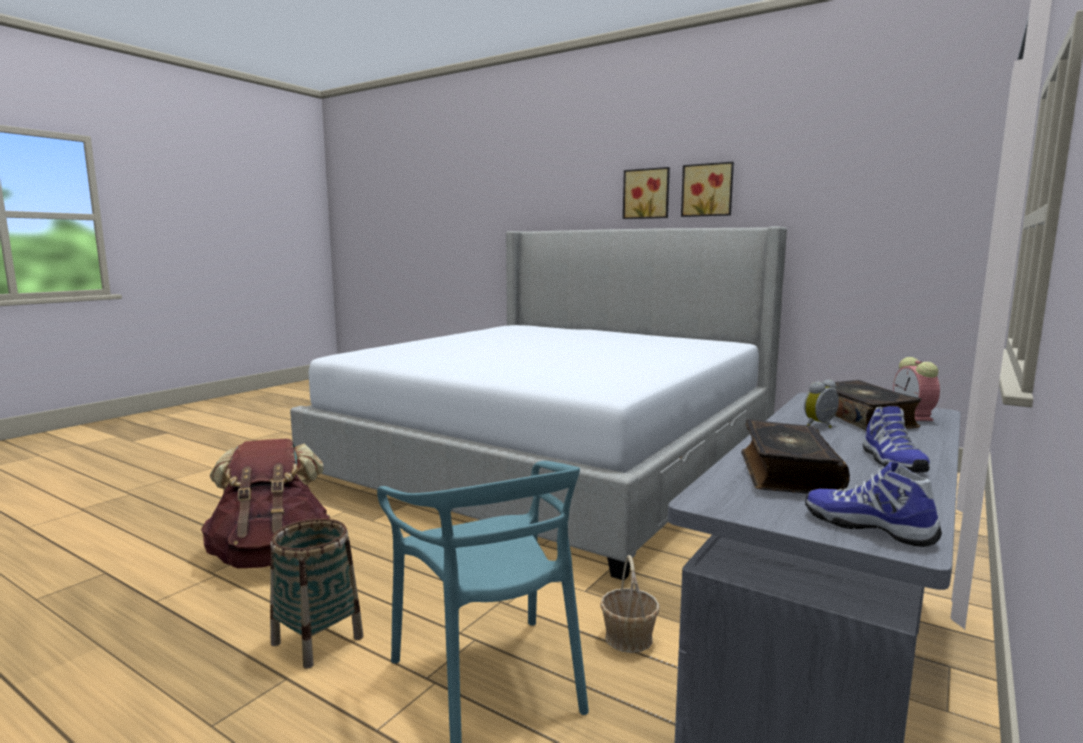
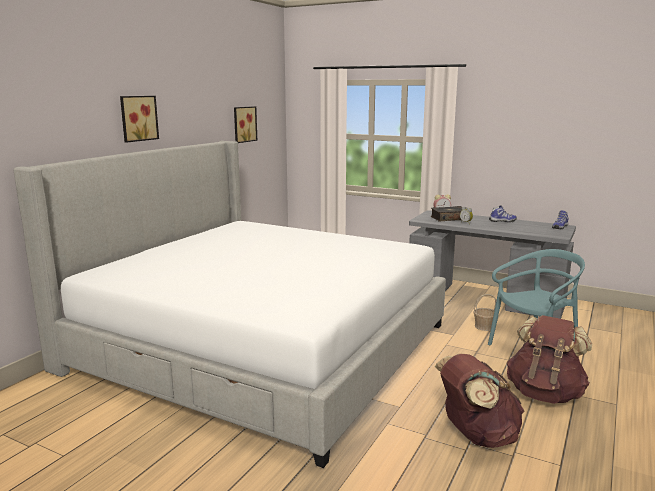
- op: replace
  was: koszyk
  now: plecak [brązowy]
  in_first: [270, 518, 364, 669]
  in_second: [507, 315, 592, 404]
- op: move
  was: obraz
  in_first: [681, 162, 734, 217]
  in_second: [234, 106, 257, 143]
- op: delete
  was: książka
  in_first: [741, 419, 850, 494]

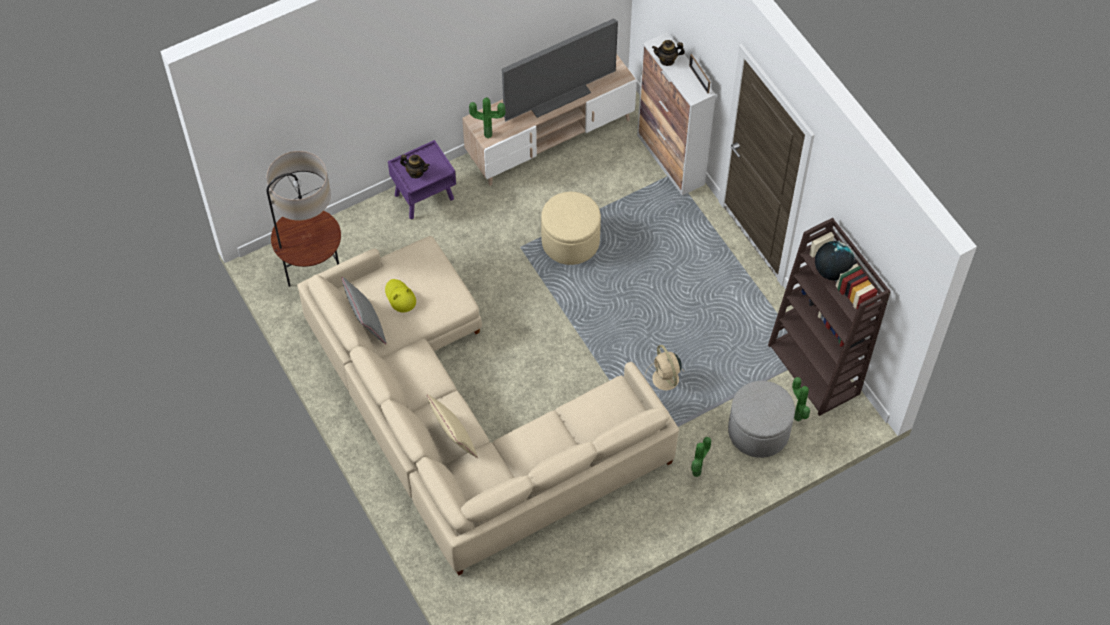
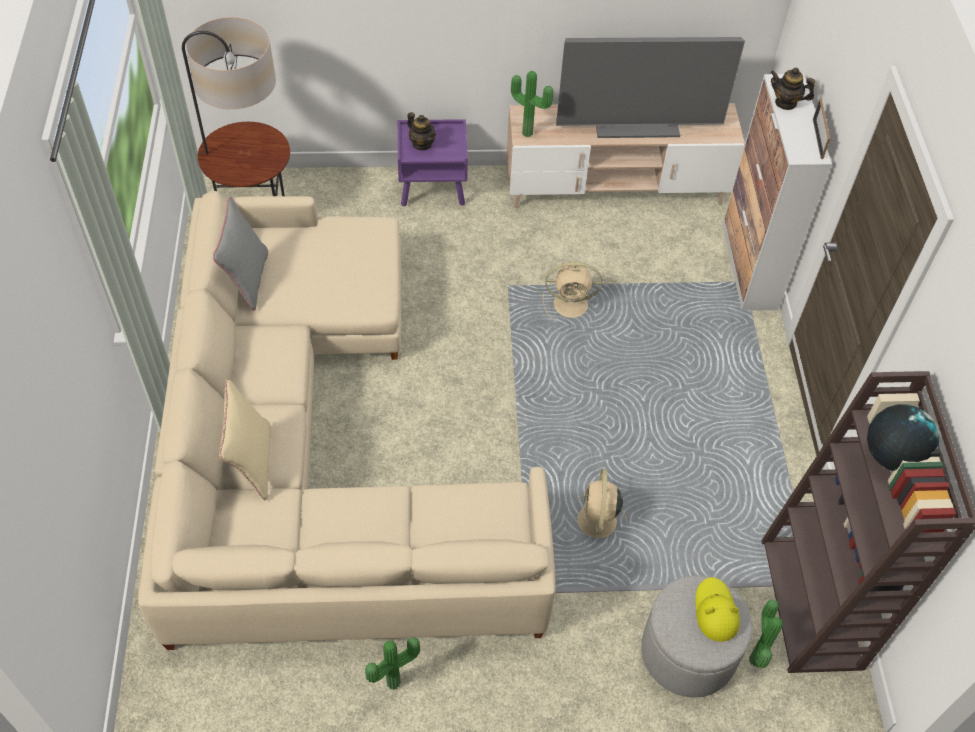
- op: move
  was: kapelusz [żółty]
  in_first: [385, 279, 416, 313]
  in_second: [695, 577, 740, 642]
- op: replace
  was: pufa [beżowy]
  now: wentylator [beżowy]
  in_first: [541, 192, 601, 265]
  in_second: [542, 262, 602, 322]
- op: move
  was: roślina doniczkowa
  in_first: [691, 437, 711, 477]
  in_second: [365, 637, 420, 690]

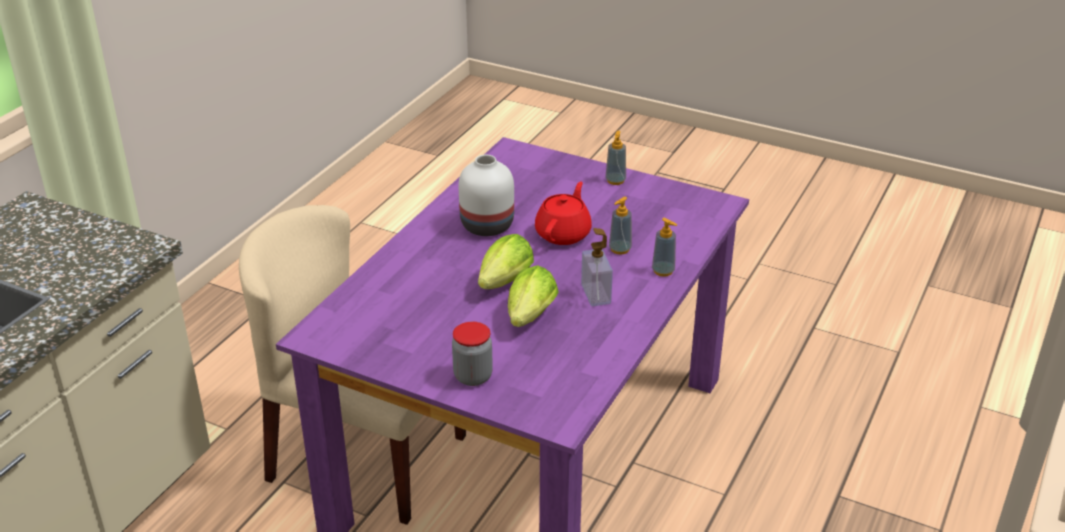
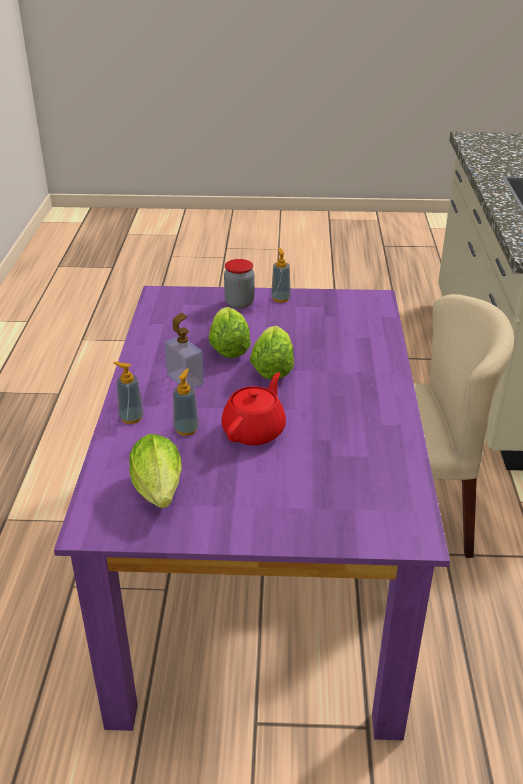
- op: delete
  was: wazon [biały]
  in_first: [459, 155, 514, 236]
- op: rotate
  was: imbryk [czerwony]
  in_first: [535, 181, 592, 245]
  in_second: [221, 372, 286, 445]
  clockwise: -150
- op: move
  was: dozownik mydła
  in_first: [606, 131, 626, 185]
  in_second: [271, 248, 291, 303]
- op: insert
  now: sałata
  in_second: [129, 434, 182, 508]

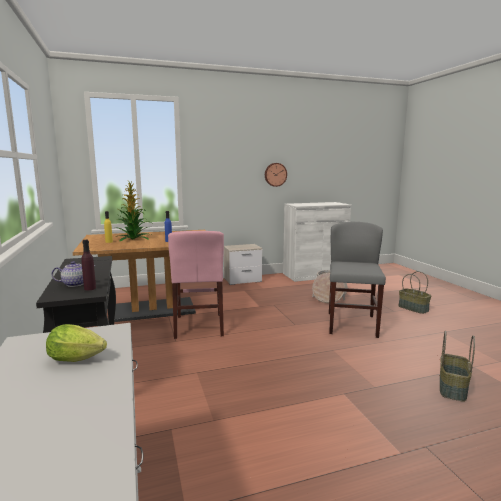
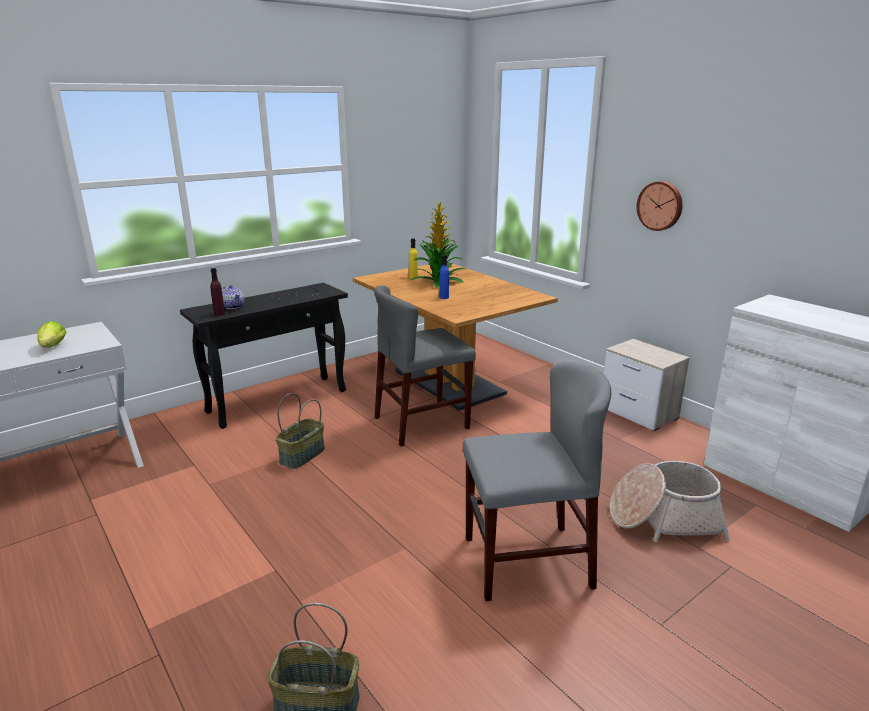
- op: recolor
  was: krzesło [różowy]
  now: krzesło [szary]
  in_first: [168, 231, 224, 339]
  in_second: [374, 286, 476, 447]
- op: move
  was: zegar ścienny
  in_first: [265, 163, 287, 187]
  in_second: [637, 181, 683, 231]
- op: move
  was: koszyk
  in_first: [398, 271, 431, 314]
  in_second: [275, 393, 325, 469]

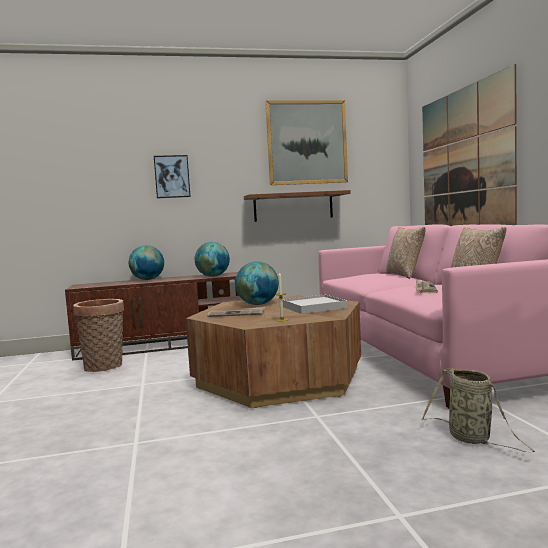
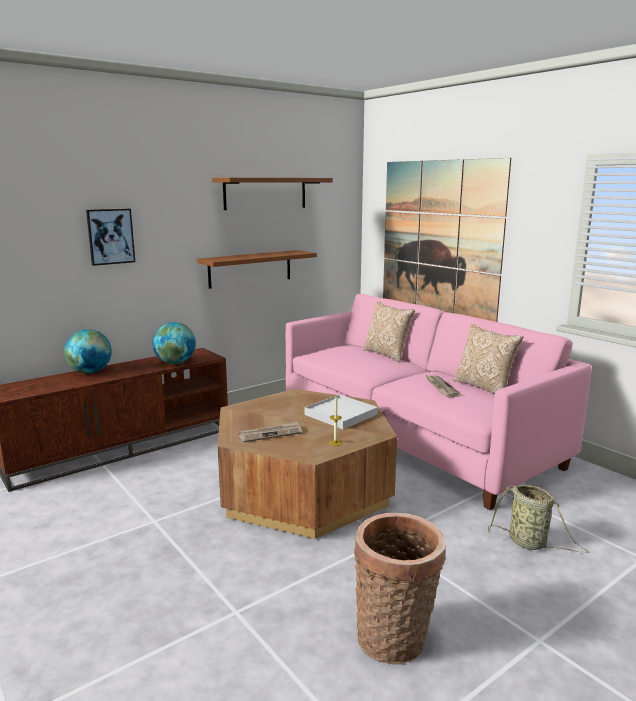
- op: move
  was: koszyk
  in_first: [73, 299, 124, 372]
  in_second: [354, 513, 446, 664]
- op: delete
  was: globus
  in_first: [235, 261, 279, 305]
- op: replace
  was: obraz
  now: półka [brązowy]
  in_first: [265, 100, 348, 185]
  in_second: [212, 178, 333, 210]

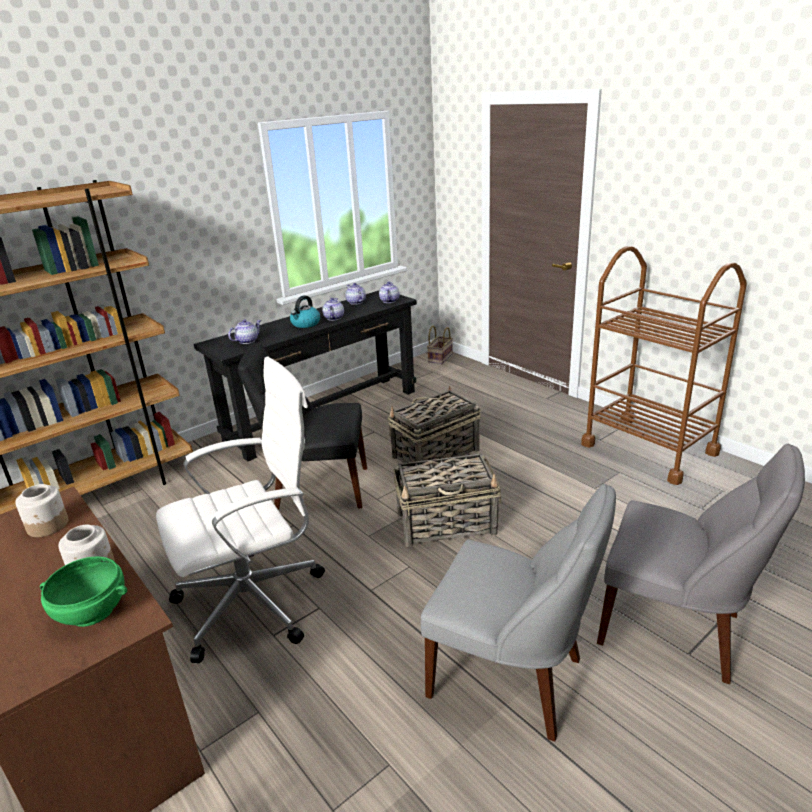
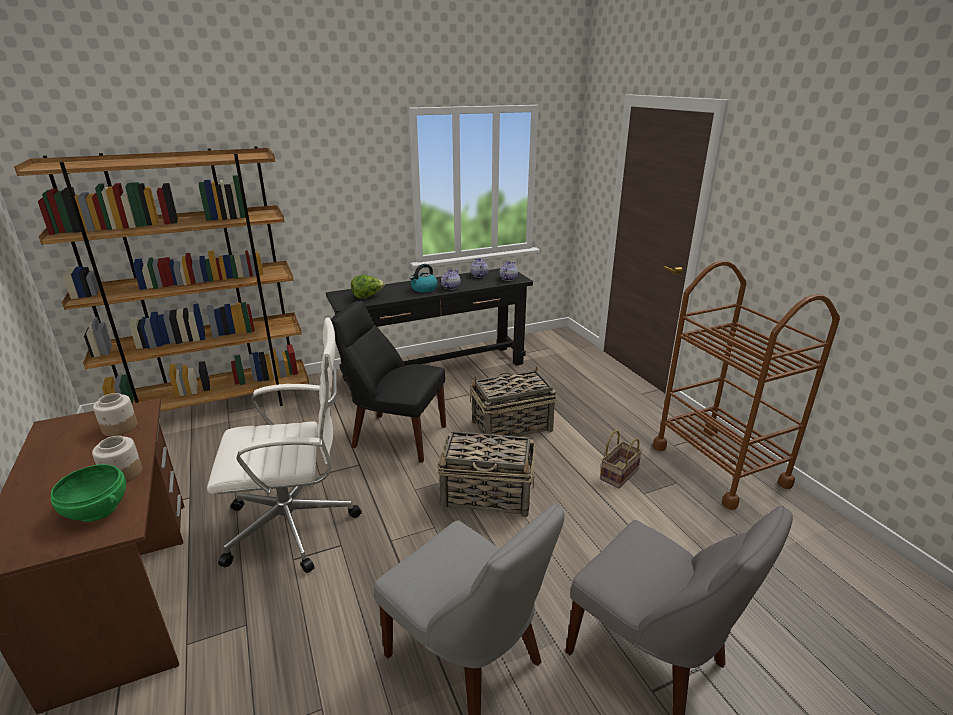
- op: replace
  was: imbryk
  now: sałata
  in_first: [228, 319, 261, 344]
  in_second: [351, 275, 385, 298]
- op: move
  was: koszyk
  in_first: [427, 326, 453, 364]
  in_second: [600, 430, 642, 488]

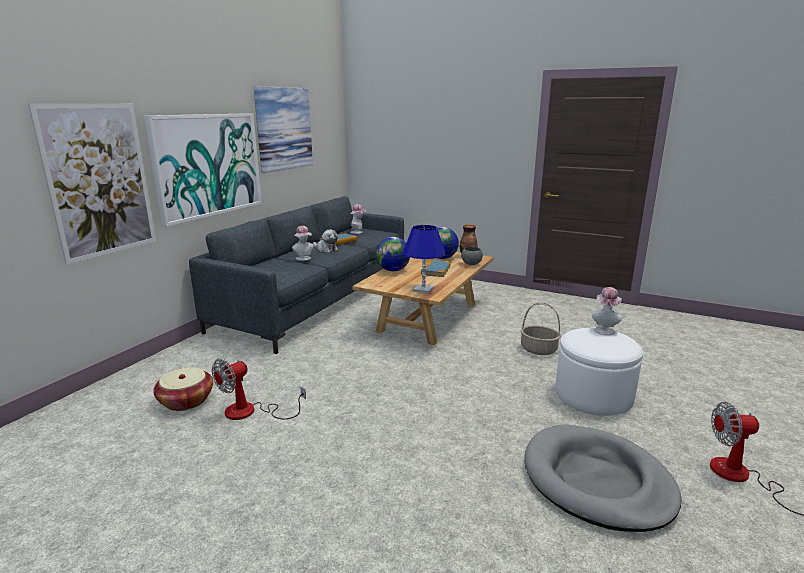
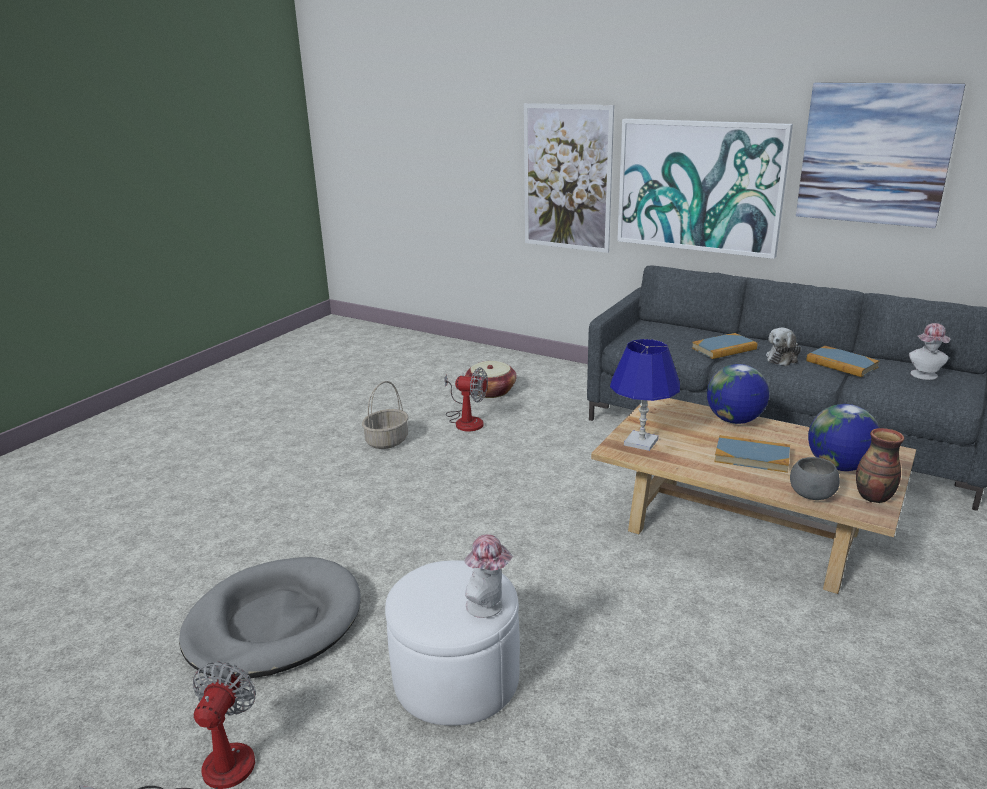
- op: rotate
  was: wentylator
  in_first: [212, 358, 306, 420]
  in_second: [444, 367, 488, 431]
  clockwise: 150
- op: replace
  was: kapelusz
  now: książka
  in_first: [292, 226, 314, 261]
  in_second: [692, 333, 757, 359]
- op: move
  was: koszyk
  in_first: [521, 302, 561, 355]
  in_second: [362, 381, 409, 449]

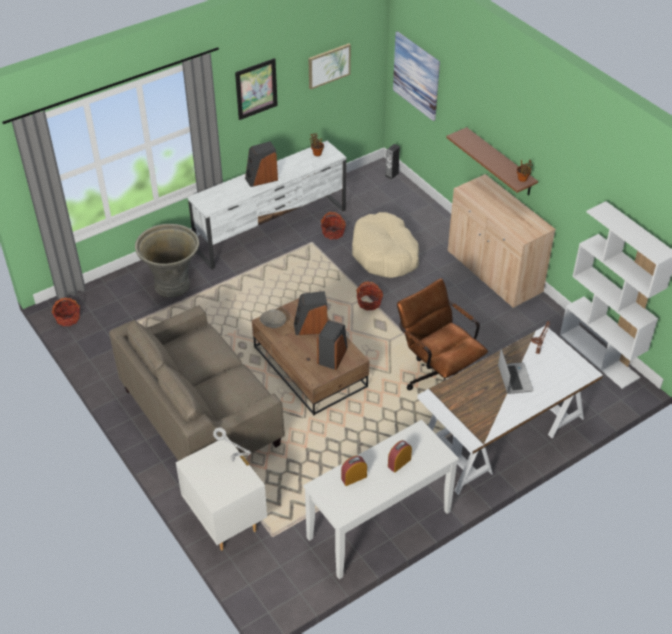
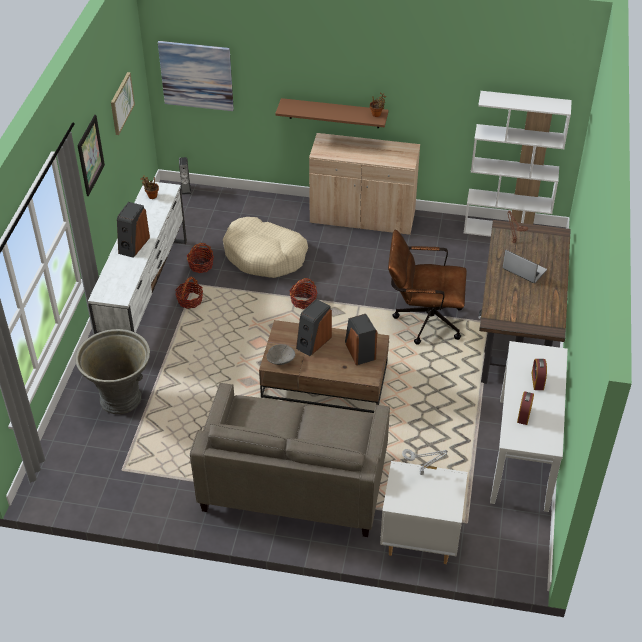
- op: move
  was: koszyk
  in_first: [52, 297, 80, 326]
  in_second: [175, 277, 203, 309]
- op: recolor
  was: biurko [biały]
  now: biurko [brązowy]
  in_first: [417, 325, 603, 495]
  in_second: [478, 220, 571, 384]

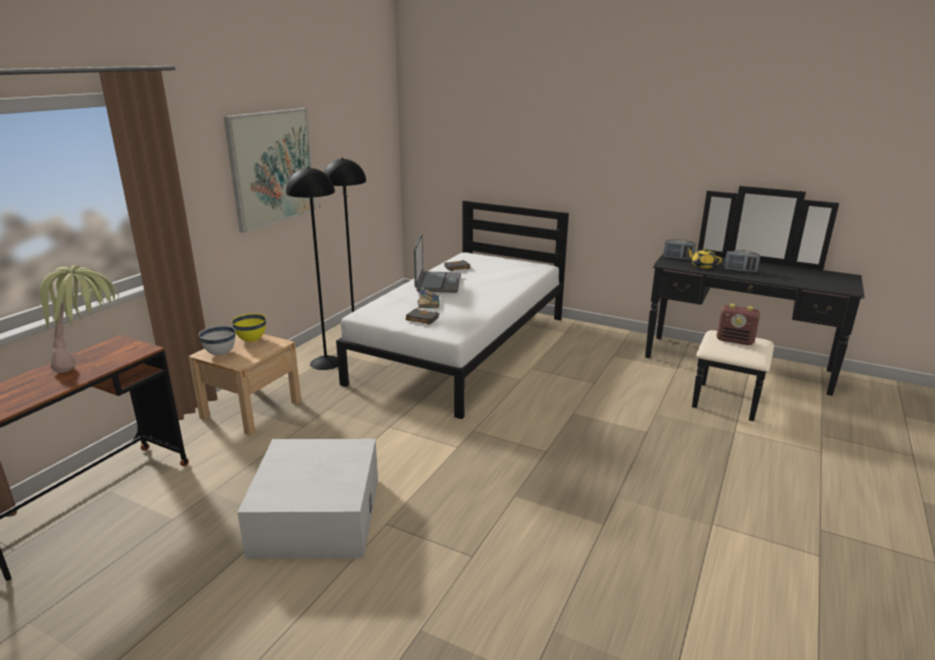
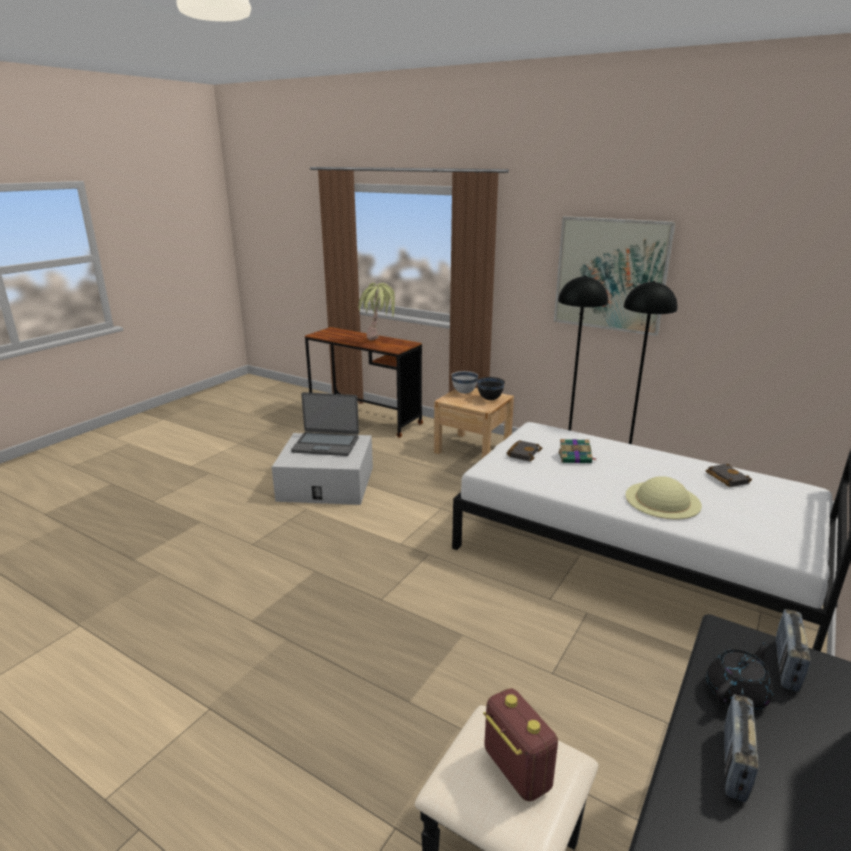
- op: recolor
  was: miska [żółty]
  now: miska [czarny]
  in_first: [231, 313, 266, 342]
  in_second: [477, 377, 505, 400]
- op: move
  was: laptop
  in_first: [414, 234, 461, 293]
  in_second: [291, 392, 359, 456]
- op: recolor
  was: imbryk [żółty]
  now: imbryk [czarny]
  in_first: [687, 248, 722, 269]
  in_second: [706, 642, 773, 711]
- op: rotate
  was: radio
  in_first: [717, 304, 760, 345]
  in_second: [483, 688, 558, 801]
  clockwise: 120
- op: insert
  now: kapelusz [beżowy]
  in_second: [625, 476, 702, 520]

